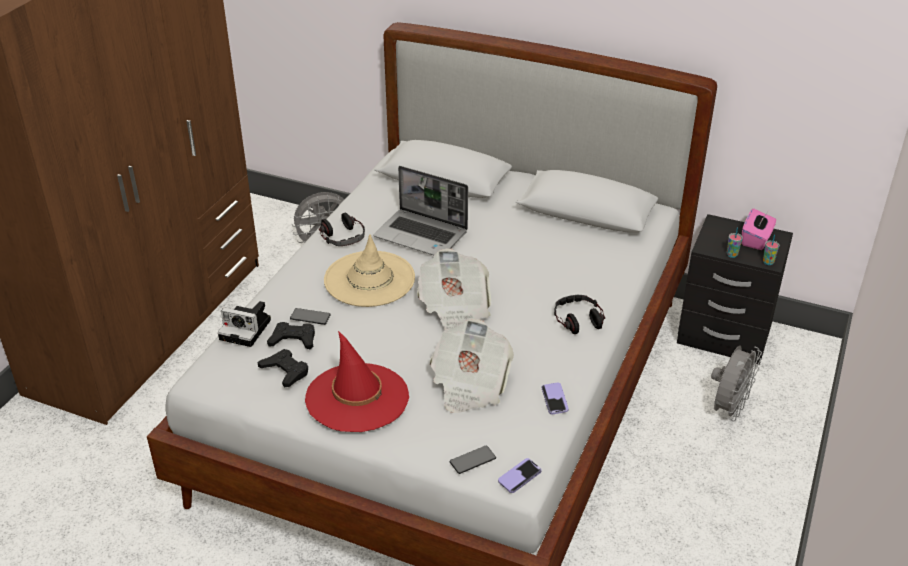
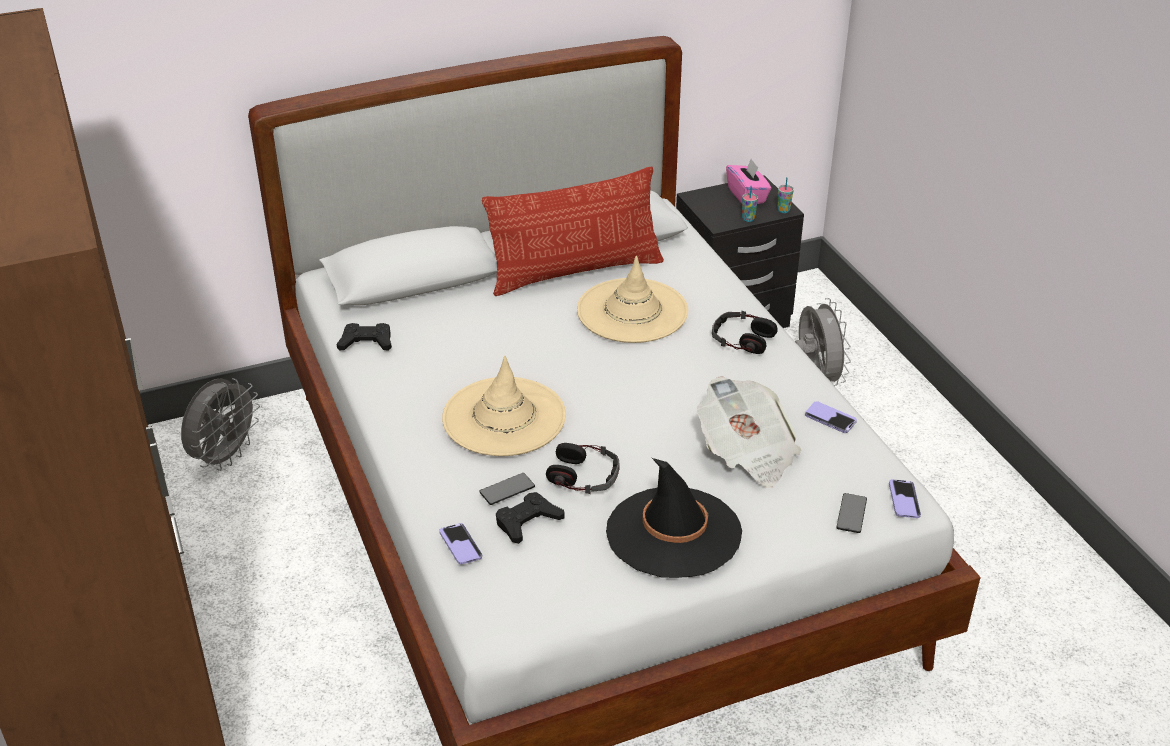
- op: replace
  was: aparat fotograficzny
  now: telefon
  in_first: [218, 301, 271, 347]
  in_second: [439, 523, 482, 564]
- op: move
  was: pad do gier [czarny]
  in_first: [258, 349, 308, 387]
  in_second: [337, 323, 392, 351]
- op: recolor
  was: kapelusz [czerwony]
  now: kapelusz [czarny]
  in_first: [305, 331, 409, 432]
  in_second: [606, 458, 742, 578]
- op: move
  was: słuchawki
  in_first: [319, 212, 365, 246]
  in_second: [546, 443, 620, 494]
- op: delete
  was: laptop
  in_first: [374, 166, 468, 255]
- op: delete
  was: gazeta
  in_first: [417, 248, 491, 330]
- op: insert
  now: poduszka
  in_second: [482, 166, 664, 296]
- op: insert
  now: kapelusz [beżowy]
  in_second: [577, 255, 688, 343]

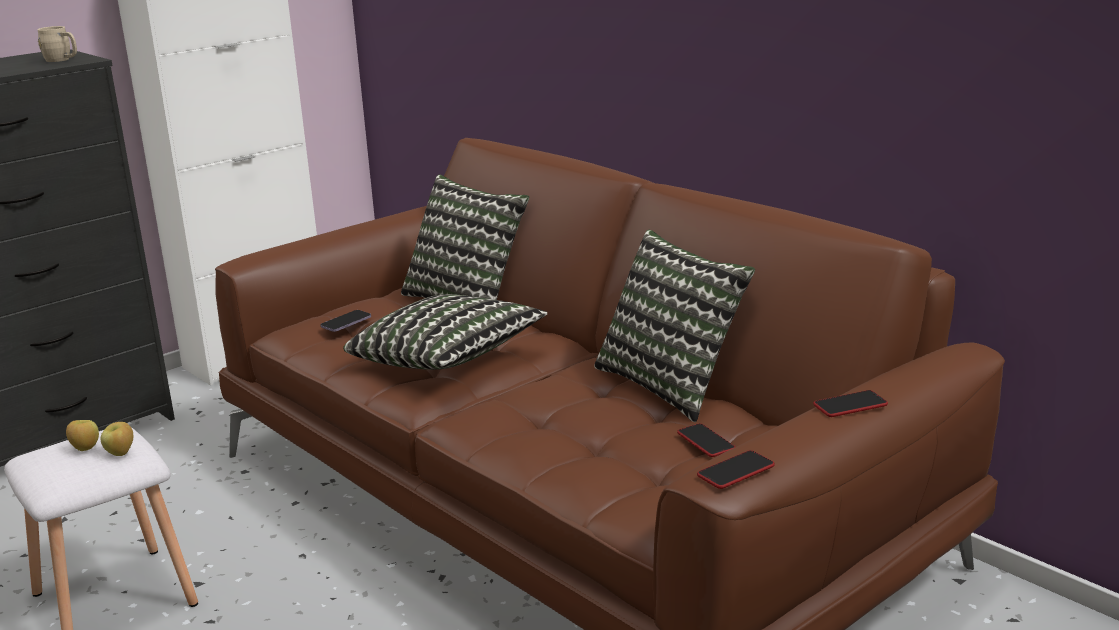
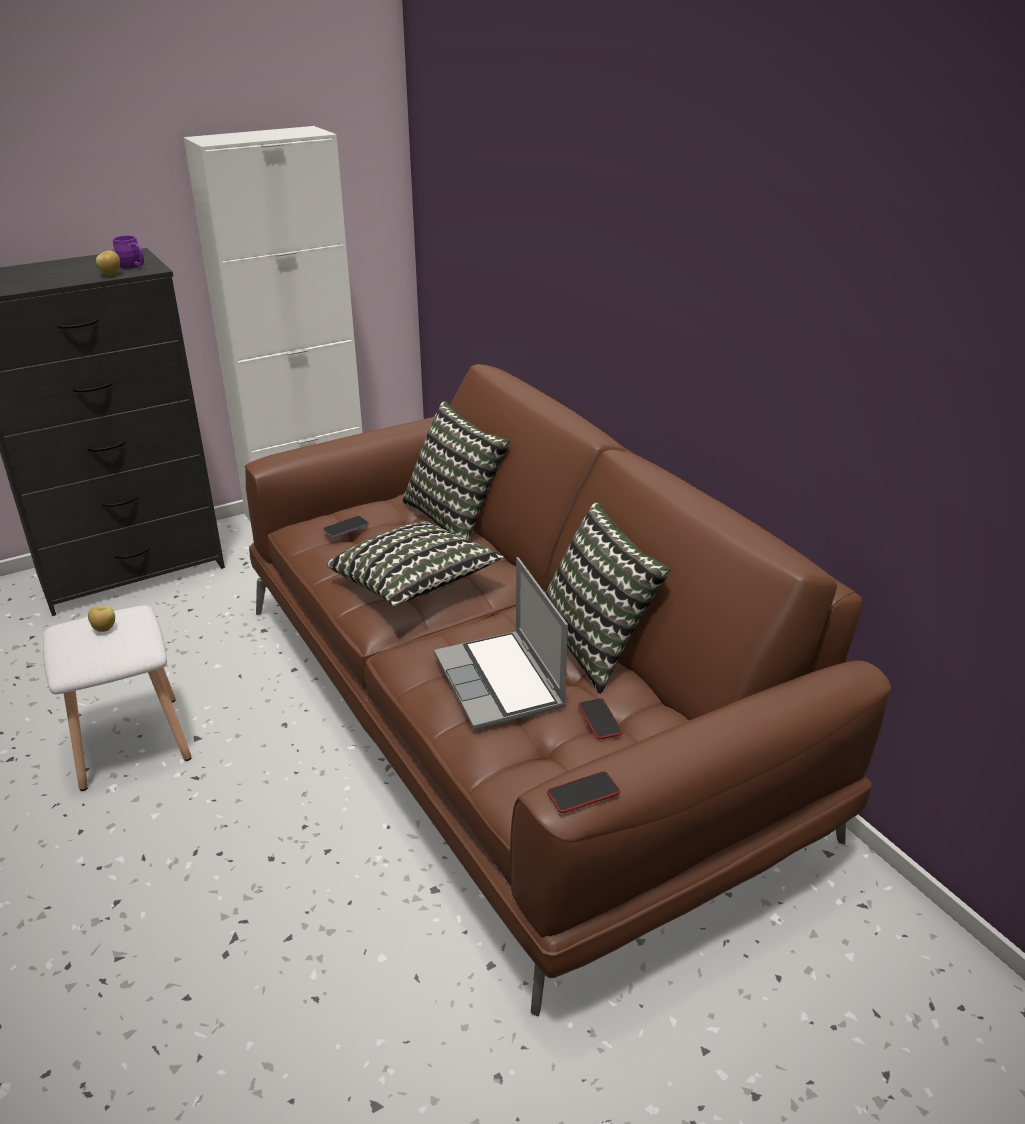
- op: recolor
  was: kubek [beżowy]
  now: kubek [fioletowy]
  in_first: [38, 26, 77, 62]
  in_second: [112, 235, 144, 269]
- op: move
  was: jabłko
  in_first: [100, 422, 133, 456]
  in_second: [96, 251, 120, 276]
- op: delete
  was: telefon
  in_first: [813, 390, 888, 417]
- op: insert
  now: laptop
  in_second: [434, 557, 568, 730]

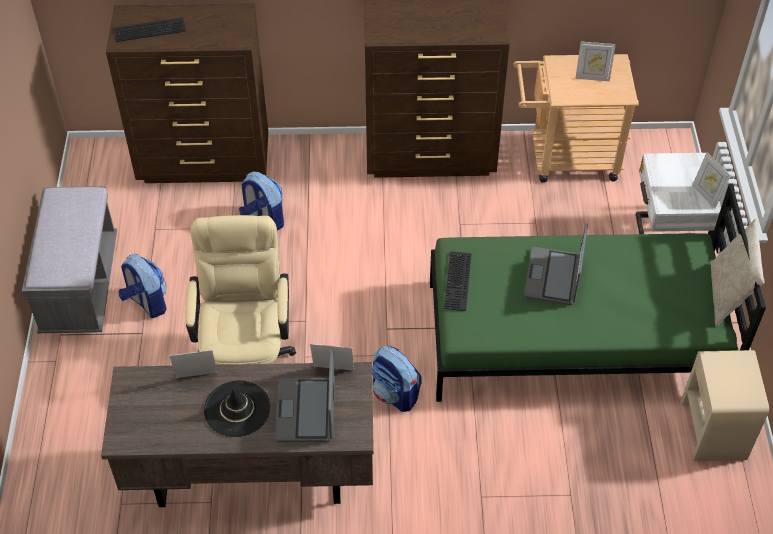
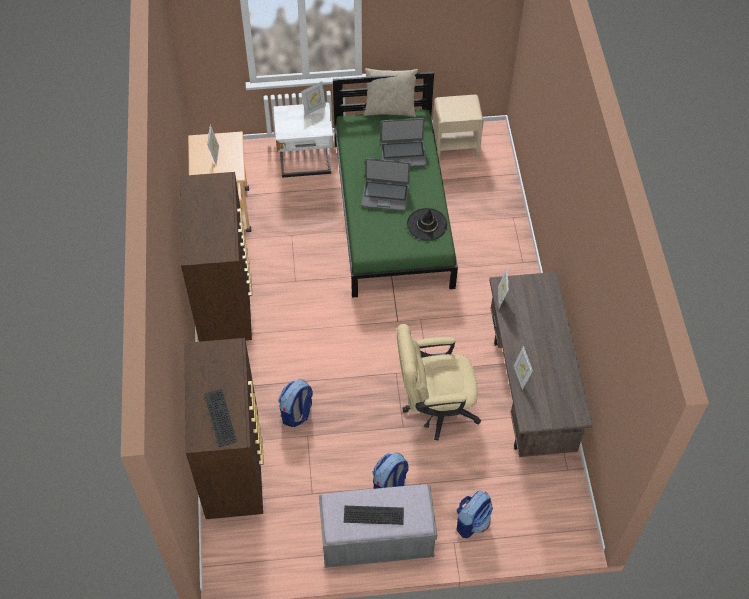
- op: move
  was: kapelusz [czarny]
  in_first: [204, 380, 270, 437]
  in_second: [407, 208, 448, 241]
- op: move
  was: laptop
  in_first: [275, 348, 335, 442]
  in_second: [381, 118, 427, 167]
- op: move
  was: plecak
  in_first: [372, 345, 422, 412]
  in_second: [457, 491, 493, 538]
- op: move
  was: klawiatura
  in_first: [444, 251, 472, 311]
  in_second: [344, 506, 404, 525]

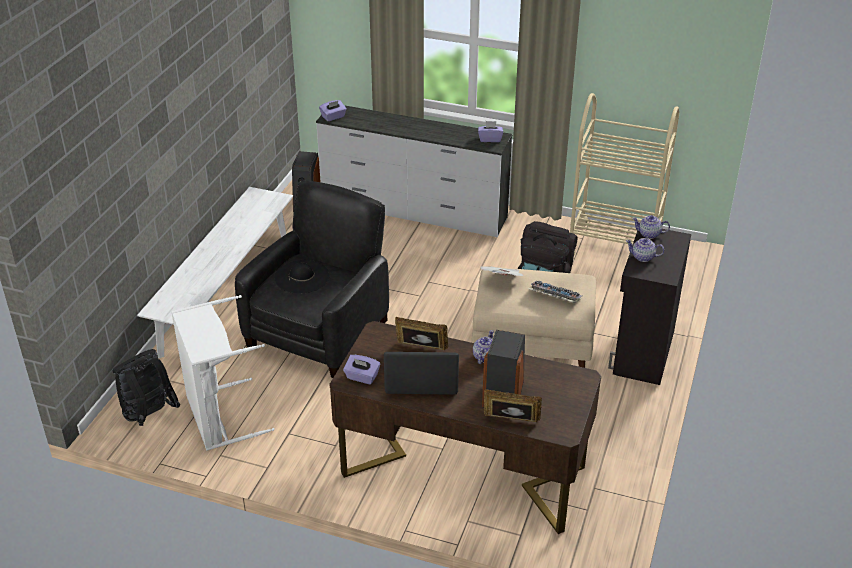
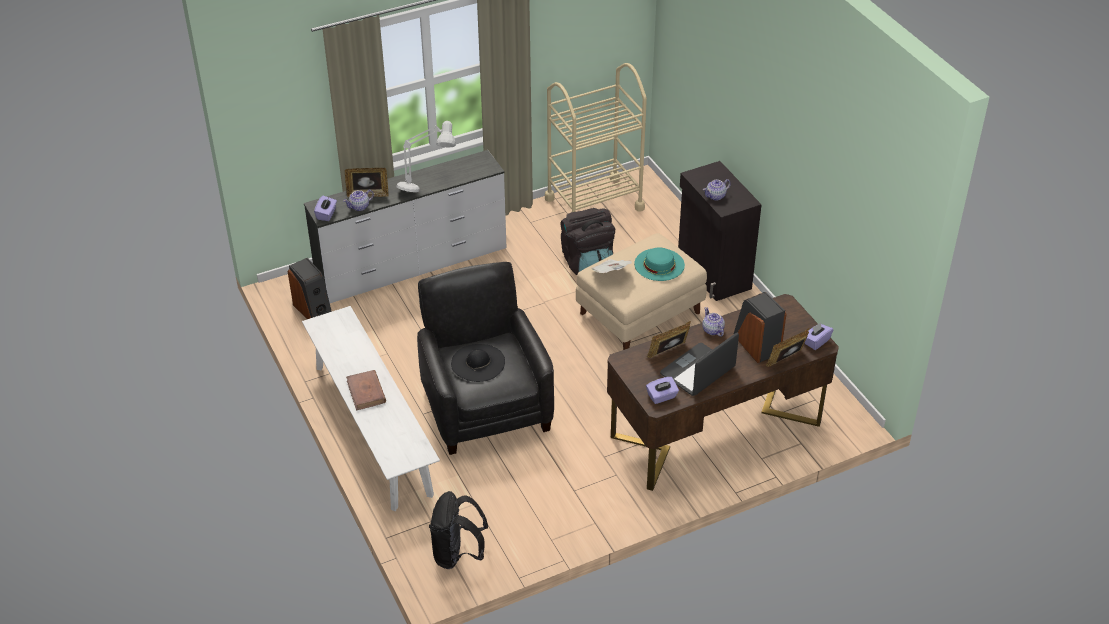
- op: delete
  was: kosz na pranie [biały]
  in_first: [171, 295, 275, 451]
- op: move
  was: pudełko chusteczek [fioletowy]
  in_first: [478, 121, 503, 142]
  in_second: [805, 322, 833, 350]
- op: replace
  was: klawiatura
  now: kapelusz [turkusowy]
  in_first: [528, 280, 582, 303]
  in_second: [634, 247, 685, 281]
- op: move
  was: imbryk
  in_first: [632, 215, 670, 239]
  in_second: [343, 190, 374, 211]
- op: insert
  now: ramka na zdjęcie
  in_second: [345, 168, 389, 197]
- op: insert
  now: książka [brązowy]
  in_second: [346, 370, 386, 410]
- op: insert
  now: lampa stołowa [szary]
  in_second: [396, 121, 456, 192]

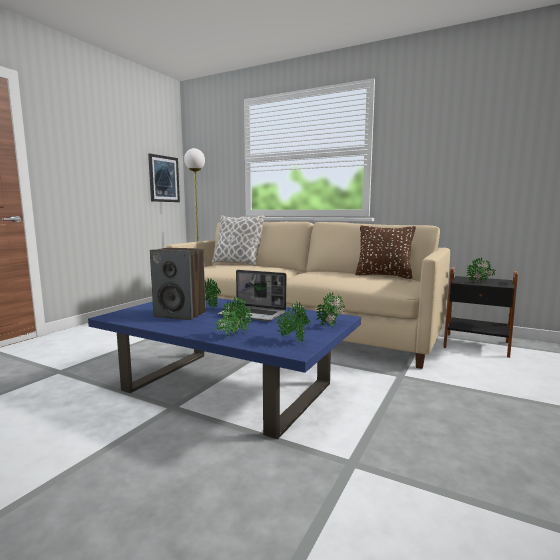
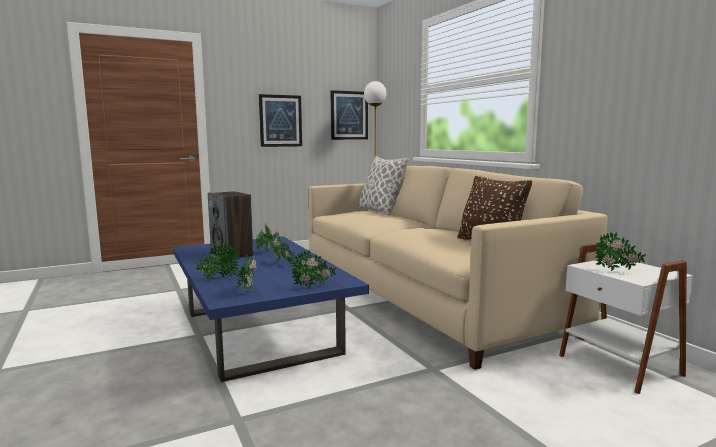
- op: replace
  was: laptop
  now: roślina doniczkowa
  in_first: [217, 270, 286, 321]
  in_second: [270, 232, 295, 264]
- op: recolor
  was: stolik [czarny]
  now: stolik [biały]
  in_first: [443, 267, 518, 358]
  in_second: [559, 244, 693, 394]
- op: insert
  now: obraz
  in_second: [259, 94, 302, 147]

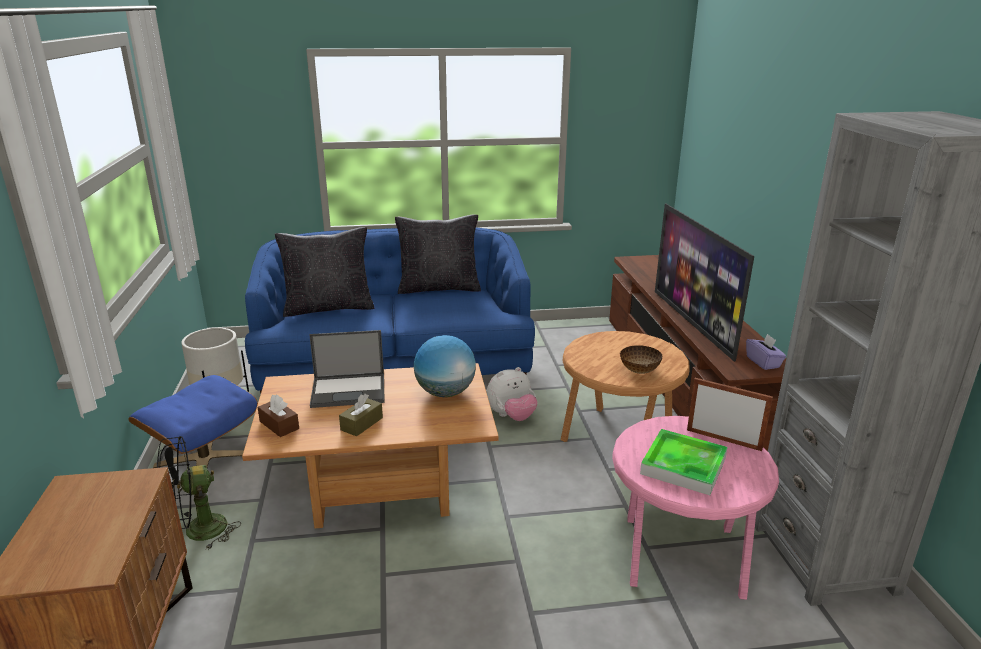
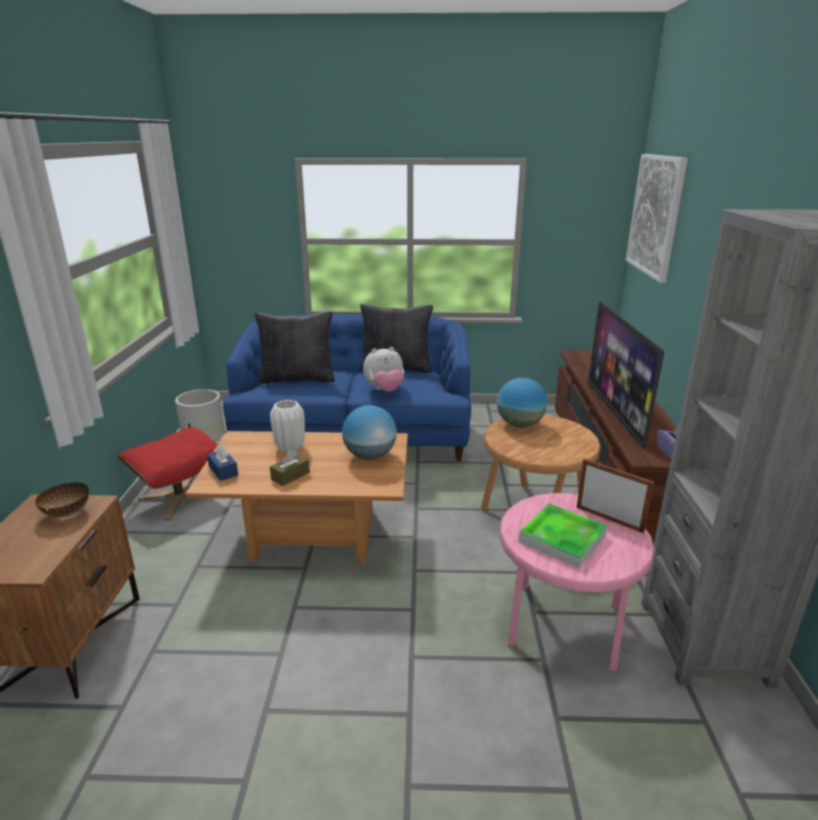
- op: recolor
  was: pufa [niebieski]
  now: pufa [czerwony]
  in_first: [128, 375, 258, 468]
  in_second: [118, 427, 218, 520]
- op: delete
  was: wentylator [czarny]
  in_first: [157, 436, 241, 550]
- op: recolor
  was: pudełko chusteczek [brązowy]
  now: pudełko chusteczek [niebieski]
  in_first: [257, 395, 299, 437]
  in_second: [207, 445, 238, 481]
- op: replace
  was: laptop
  now: wazon [biały]
  in_first: [309, 330, 385, 408]
  in_second: [270, 400, 305, 452]
- op: move
  was: pluszak
  in_first: [486, 367, 537, 421]
  in_second: [363, 347, 404, 392]
- op: move
  was: miska
  in_first: [620, 345, 662, 374]
  in_second: [35, 482, 89, 518]
- op: insert
  now: globus
  in_second: [497, 378, 547, 428]
- op: insert
  now: obraz
  in_second: [626, 154, 688, 283]

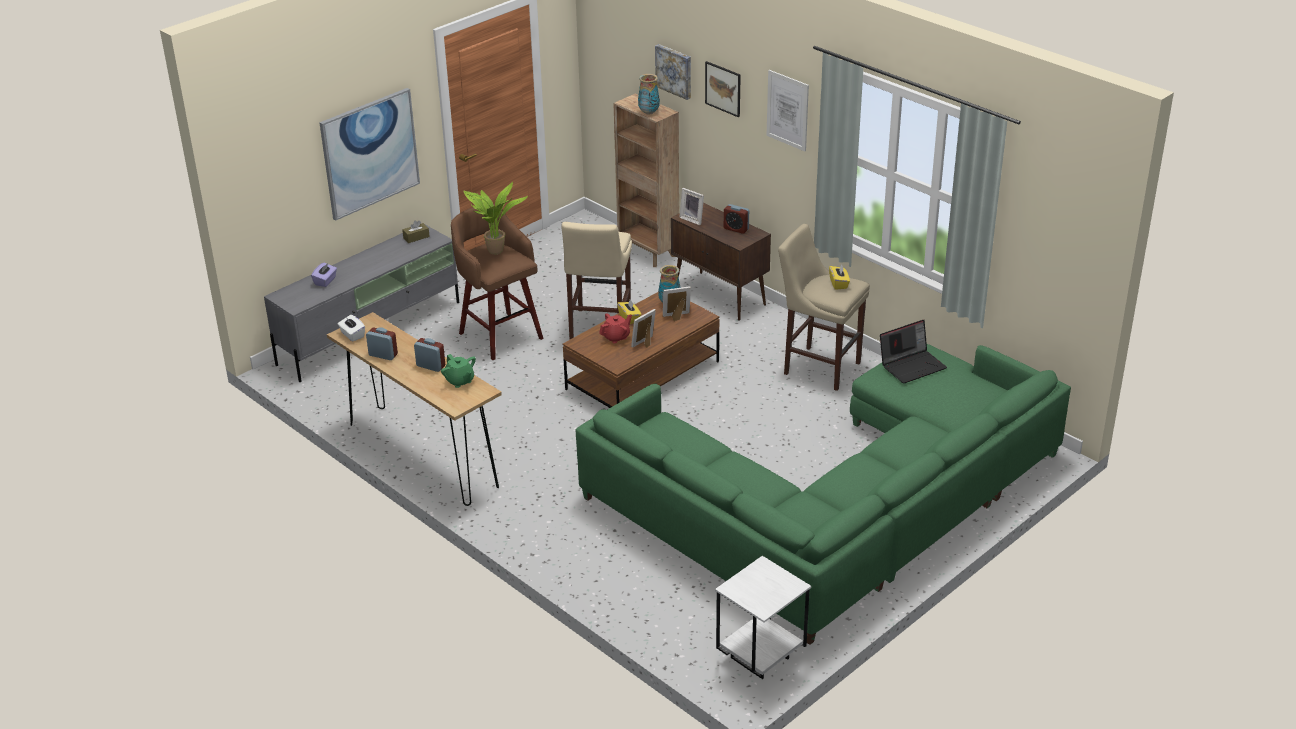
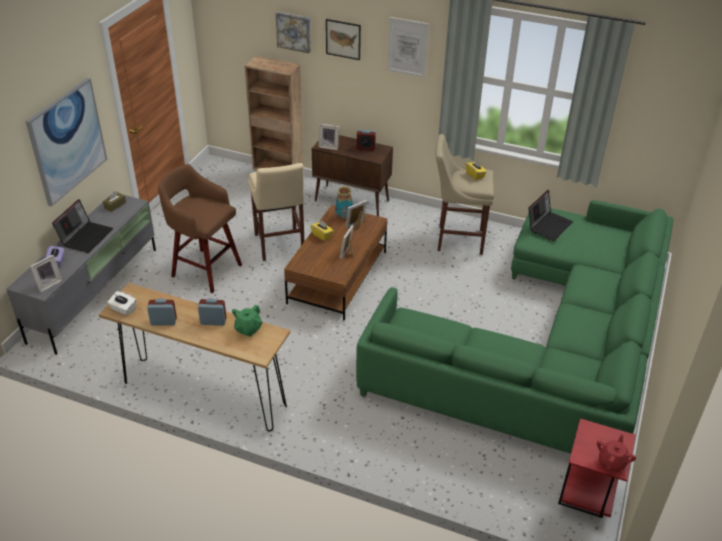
- op: rotate
  was: imbryk [zielony]
  in_first: [441, 354, 476, 388]
  in_second: [232, 305, 262, 337]
  clockwise: 90
- op: delete
  was: roślina doniczkowa
  in_first: [463, 182, 528, 255]
- op: move
  was: imbryk [czerwony]
  in_first: [599, 313, 632, 343]
  in_second: [597, 434, 636, 472]
- op: delete
  was: wazon
  in_first: [638, 74, 660, 115]
- op: recolor
  was: stolik [biały]
  now: stolik [czerwony]
  in_first: [715, 556, 811, 679]
  in_second: [558, 418, 636, 518]
- op: insert
  now: ramka na zdjęcie
  in_second: [30, 255, 63, 292]
- op: insert
  now: laptop
  in_second: [52, 199, 113, 253]

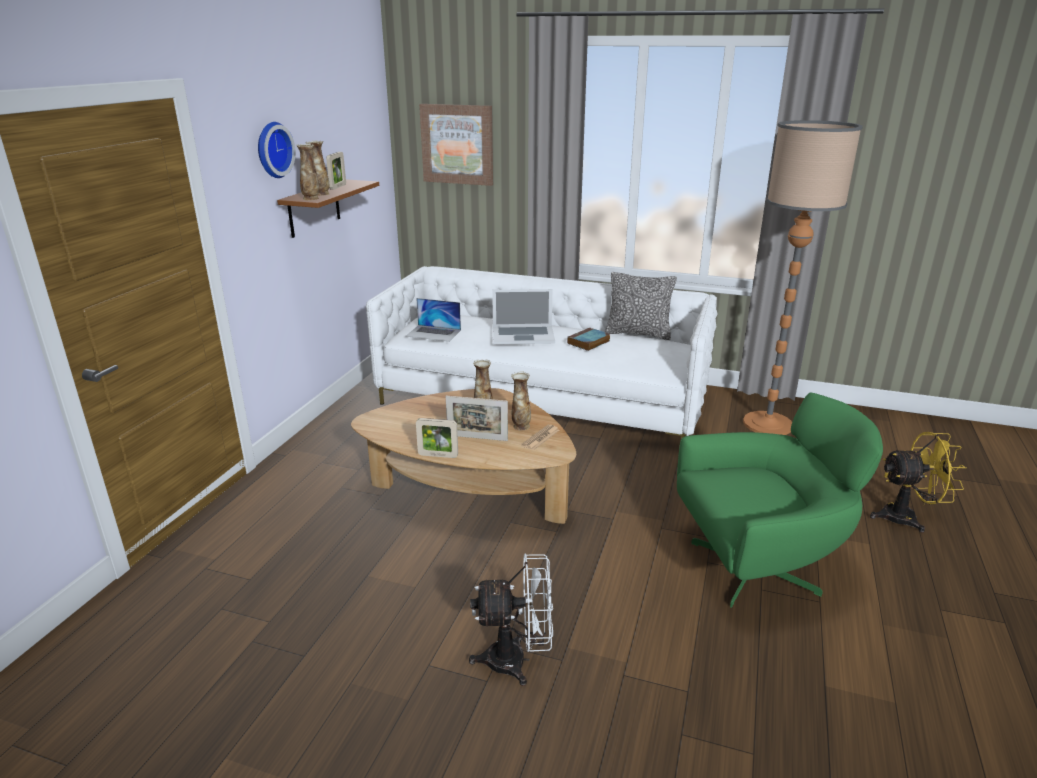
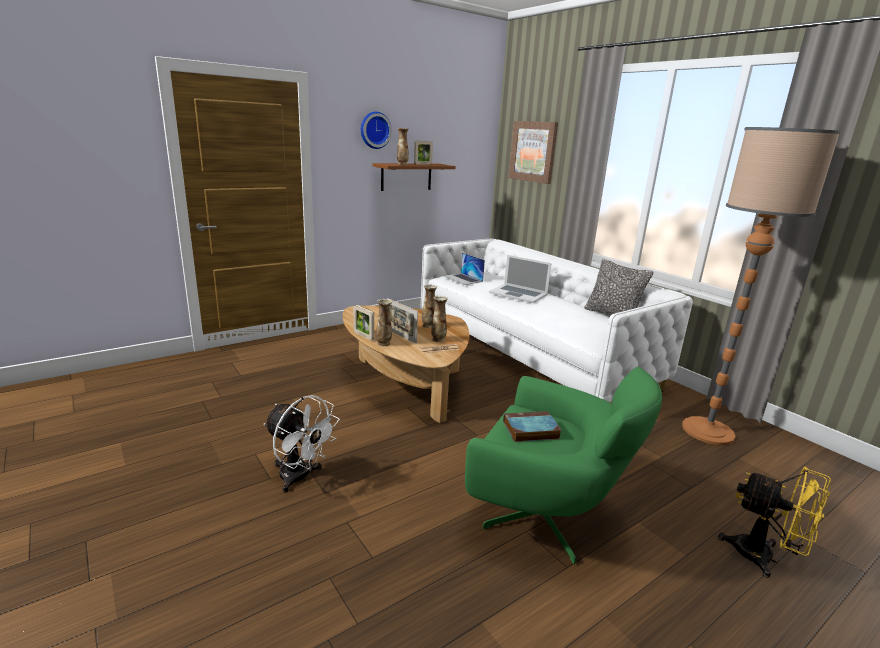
- op: move
  was: wazon
  in_first: [296, 144, 319, 200]
  in_second: [376, 299, 392, 346]
- op: move
  was: książka
  in_first: [567, 328, 610, 351]
  in_second: [503, 411, 562, 442]

